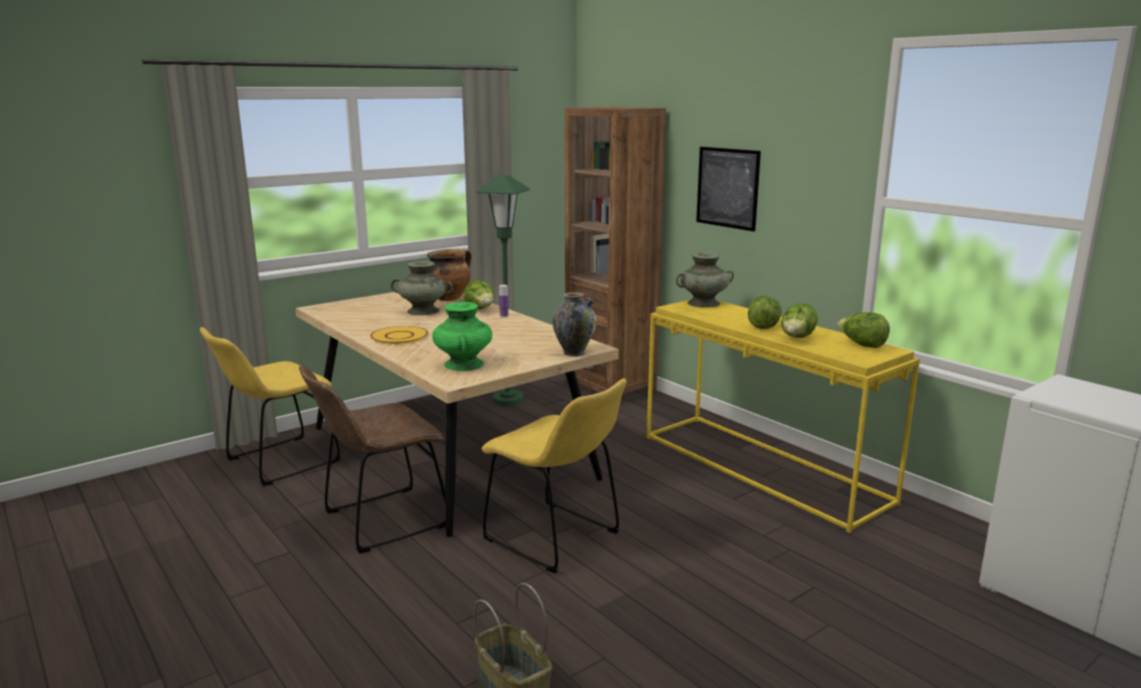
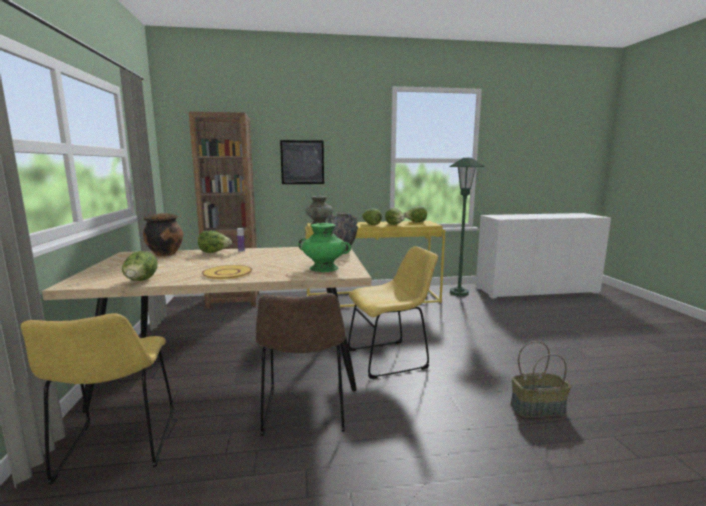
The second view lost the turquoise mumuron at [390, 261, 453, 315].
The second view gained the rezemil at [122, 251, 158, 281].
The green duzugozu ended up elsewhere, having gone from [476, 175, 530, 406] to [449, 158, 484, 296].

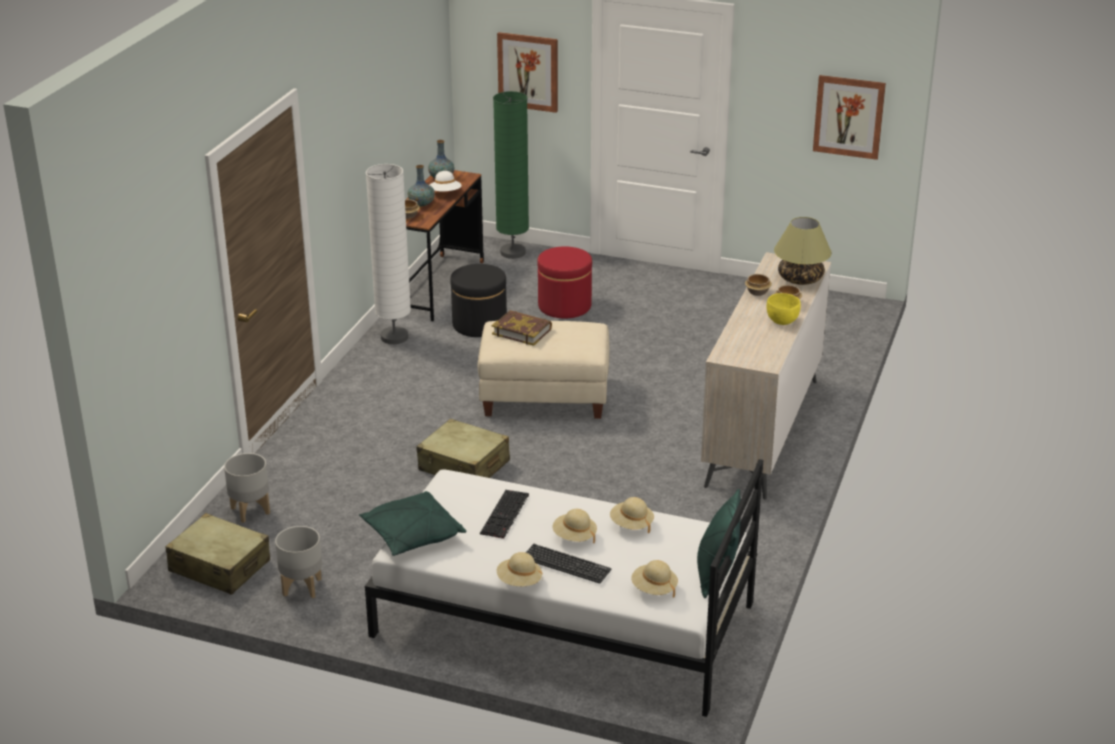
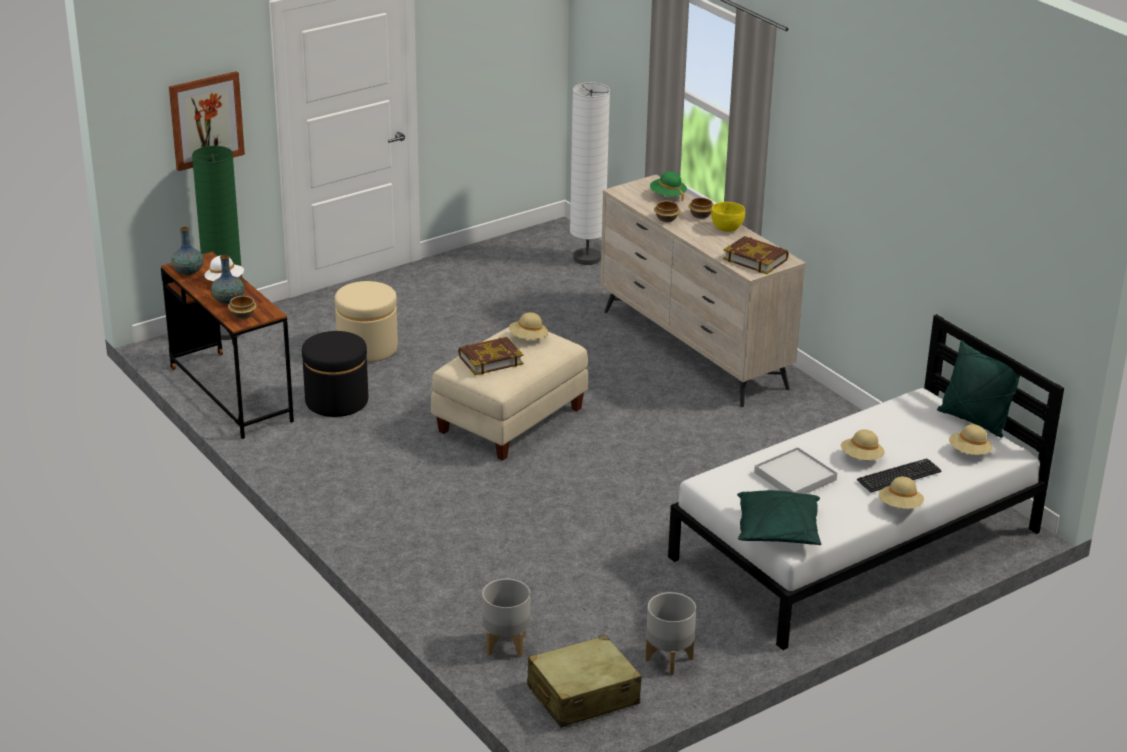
The second view lost the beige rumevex at [416, 419, 510, 478].
The second view lost the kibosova at [813, 75, 886, 160].
The second view gained the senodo at [723, 236, 789, 274].
The white duzugozu ended up elsewhere, having gone from [366, 164, 411, 344] to [570, 82, 610, 265].
The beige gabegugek ended up elsewhere, having gone from [610, 497, 654, 533] to [509, 312, 548, 339].
Where the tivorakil stood at [480, 490, 529, 539], the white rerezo came to stand at [754, 447, 837, 494].
Where the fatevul stood at [774, 217, 832, 285], the green gabegugek came to stand at [650, 171, 687, 201].
What was the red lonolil at [537, 246, 592, 318] turned into the beige lonolil at [335, 281, 398, 363].

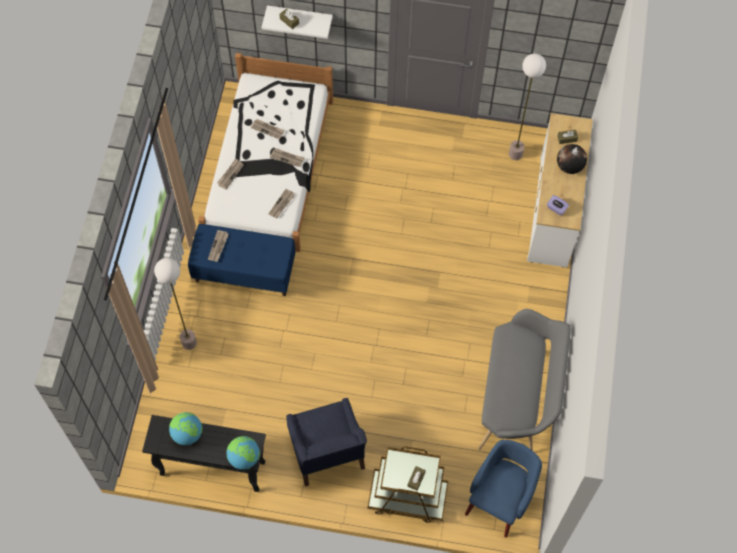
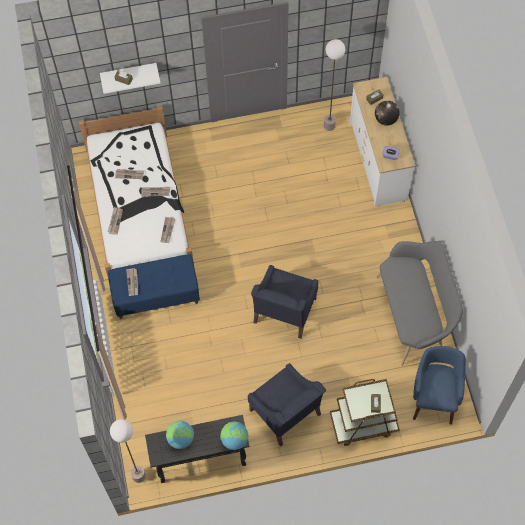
The second view gained the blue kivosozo at [251, 265, 319, 339].
The duzugozu ended up elsewhere, having gone from [154, 258, 197, 350] to [110, 419, 146, 483].

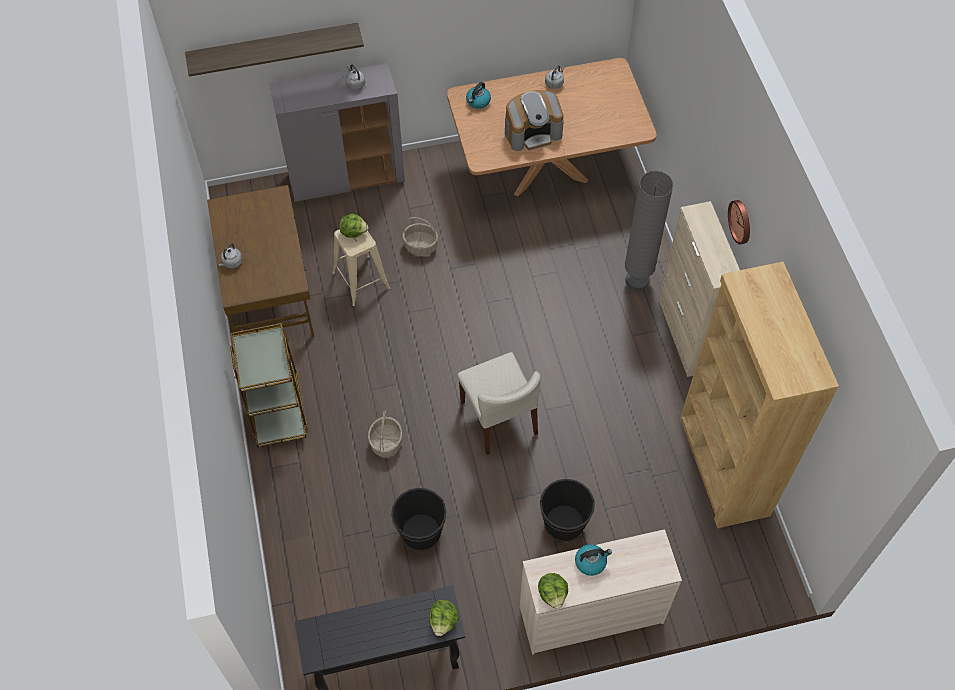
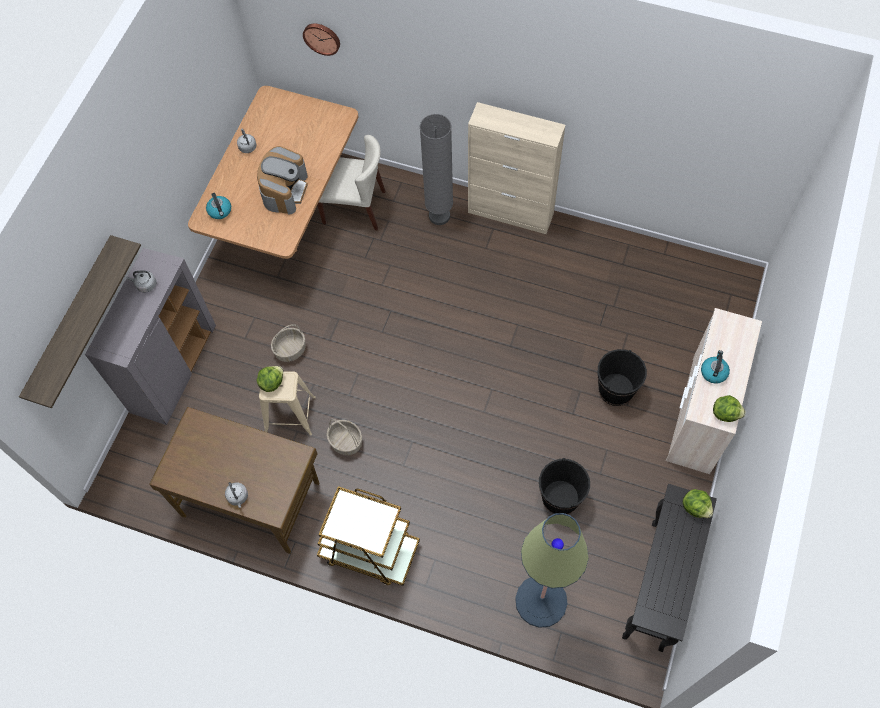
The second view lost the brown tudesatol at [680, 262, 839, 529].
The second view gained the duzugozu at [515, 513, 589, 628].
The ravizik ended up elsewhere, having gone from [368, 410, 402, 457] to [326, 419, 362, 455].
The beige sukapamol ended up elsewhere, having gone from [457, 352, 541, 455] to [317, 135, 385, 230].
The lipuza ended up elsewhere, having gone from [728, 200, 750, 245] to [303, 24, 340, 56].

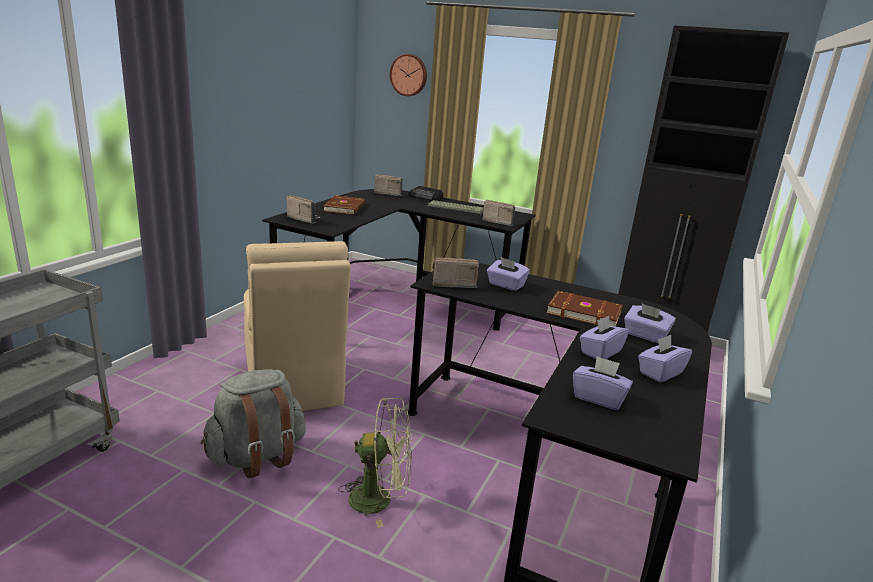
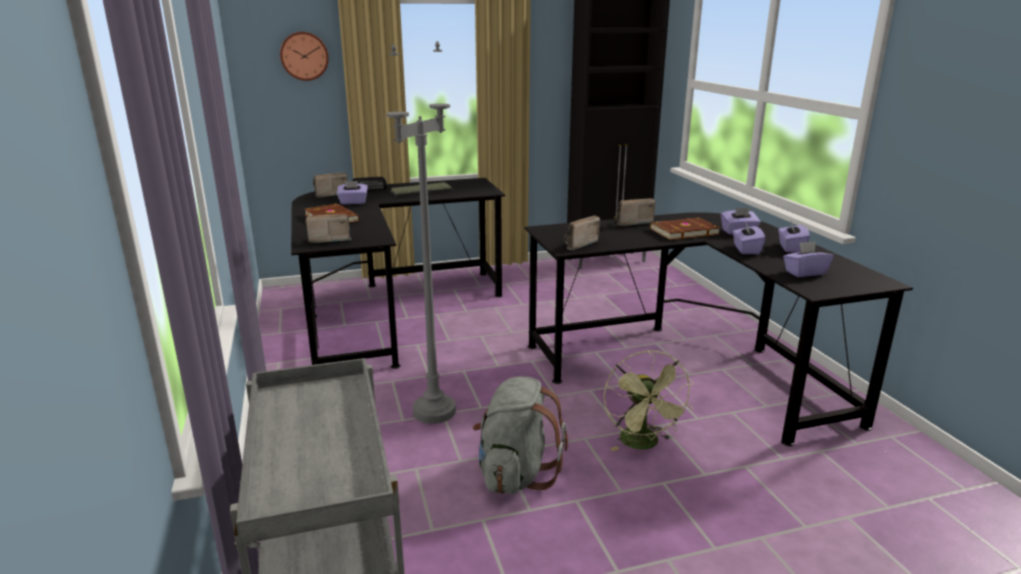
The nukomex ended up elsewhere, having gone from [482, 200, 515, 226] to [616, 198, 656, 226].
The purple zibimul ended up elsewhere, having gone from [487, 257, 530, 291] to [337, 181, 368, 204].
Where the beige sukapamol stood at [244, 241, 351, 411], the grey duzugozu came to stand at [386, 41, 456, 424].
The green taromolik at [338, 398, 412, 528] ended up facing another way, 120 degrees clockwise from before.

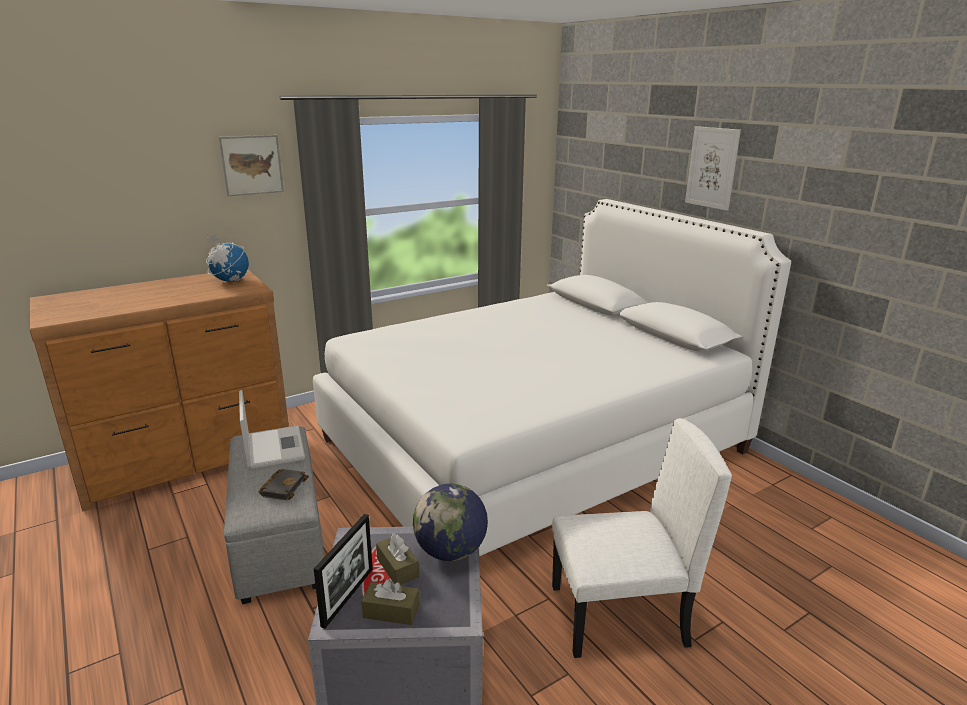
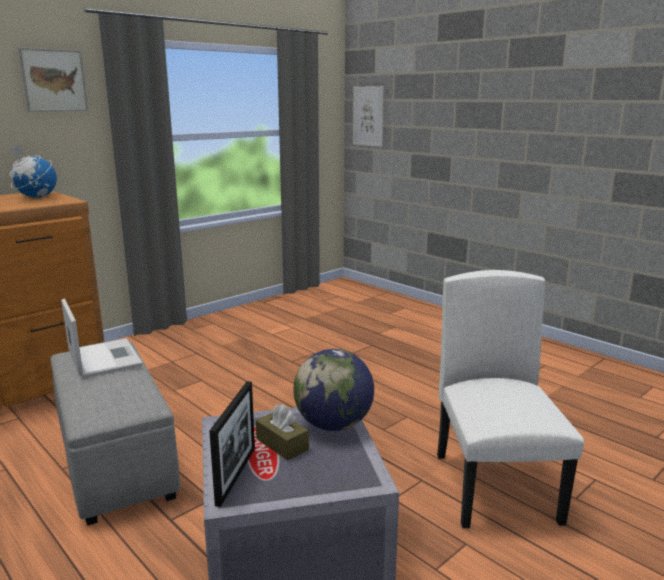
The second view lost the black senodo at [258, 469, 309, 500].
The second view lost the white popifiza at [313, 199, 791, 556].
The second view lost the brown zibimul at [362, 579, 419, 625].
The kibosova ended up elsewhere, having gone from [685, 126, 741, 211] to [353, 86, 384, 147].
The white sukapamol at [552, 418, 732, 658] ended up facing another way, 75 degrees counterclockwise from before.

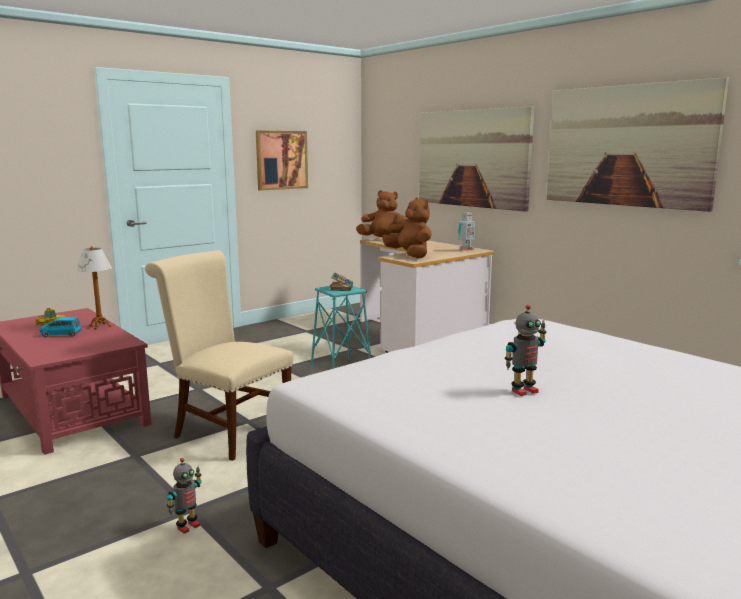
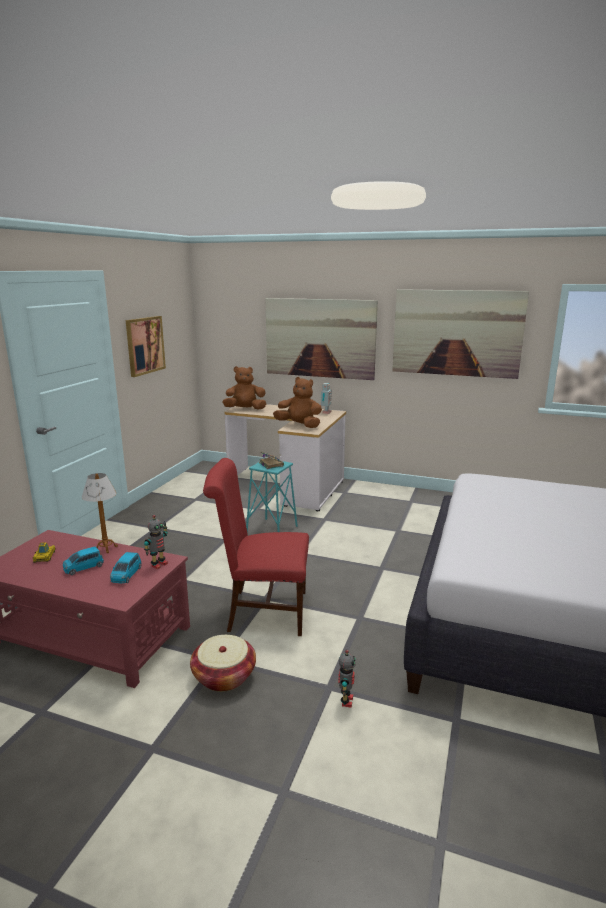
The second view gained the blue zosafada at [110, 552, 141, 584].
The second view gained the ravizik at [190, 635, 256, 692].
The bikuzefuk ended up elsewhere, having gone from [505, 305, 546, 396] to [144, 515, 168, 569].
What was the beige sukapamol at [145, 250, 293, 461] turned into the red sukapamol at [203, 458, 309, 636].

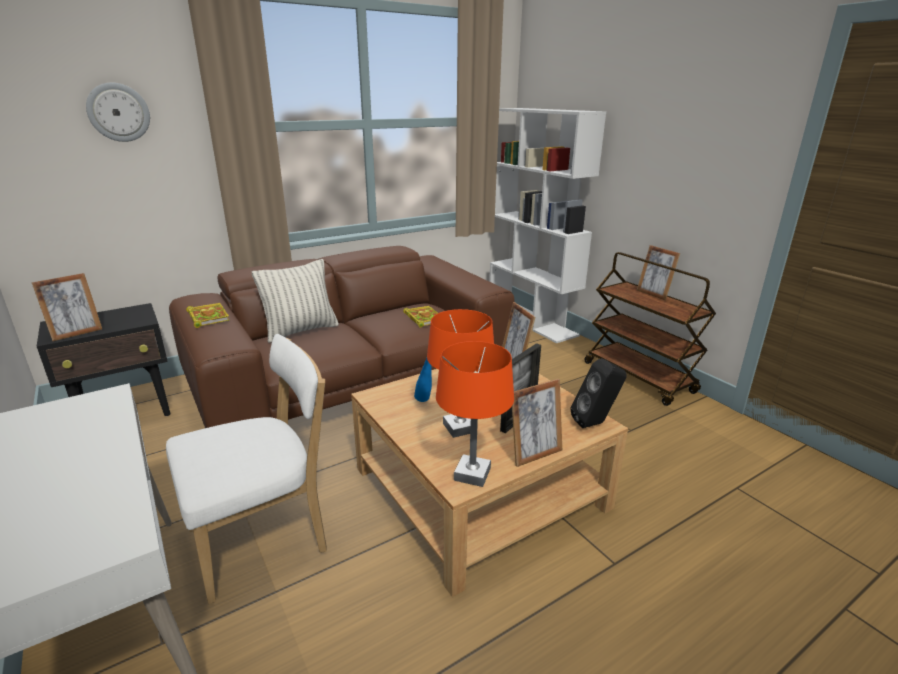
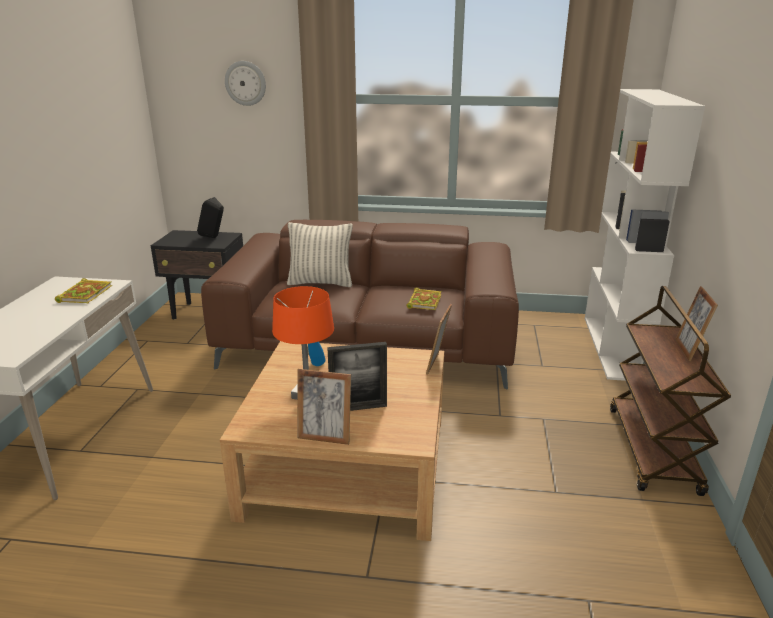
The second view lost the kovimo at [32, 273, 102, 341].
The second view lost the white sukapamol at [166, 334, 327, 604].
The second view lost the orange fatevul at [436, 341, 514, 487].
The senodo ended up elsewhere, having gone from [186, 303, 230, 328] to [55, 278, 112, 303].
The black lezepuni ended up elsewhere, having gone from [571, 358, 627, 428] to [197, 197, 224, 238].

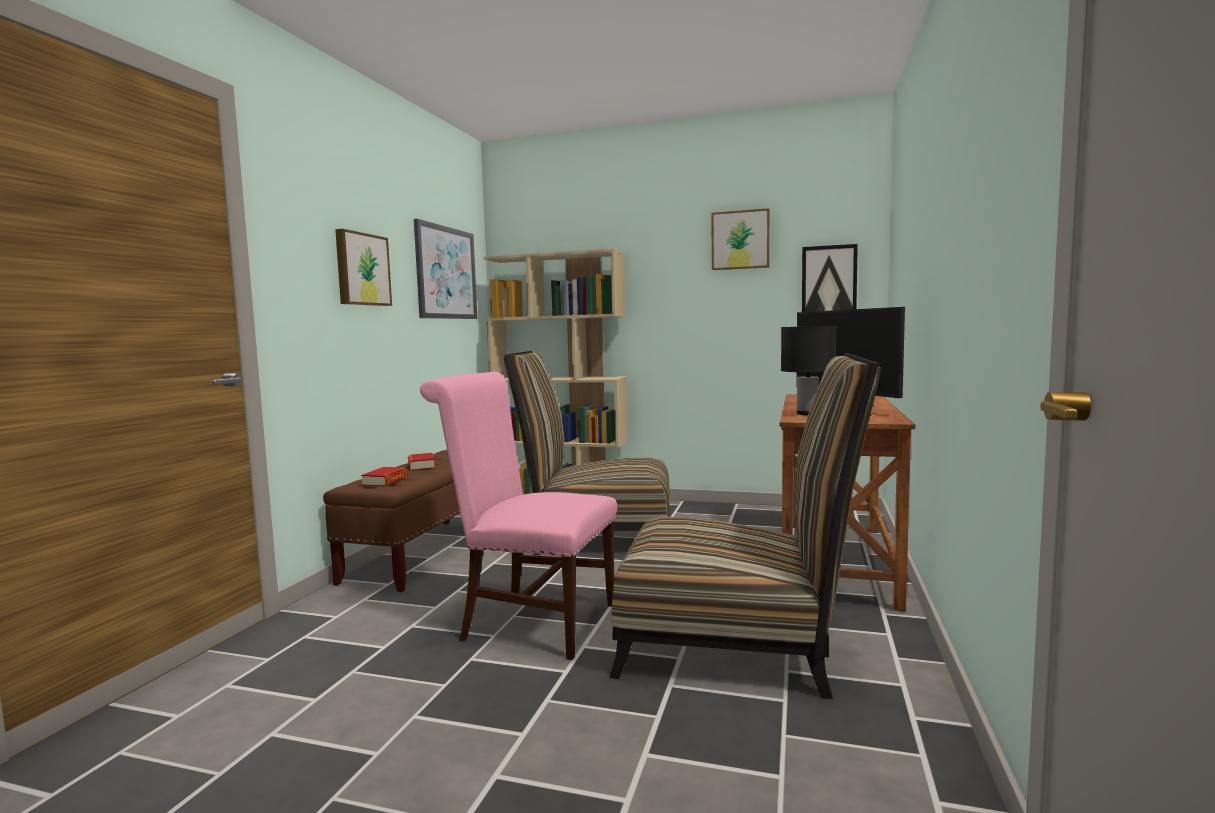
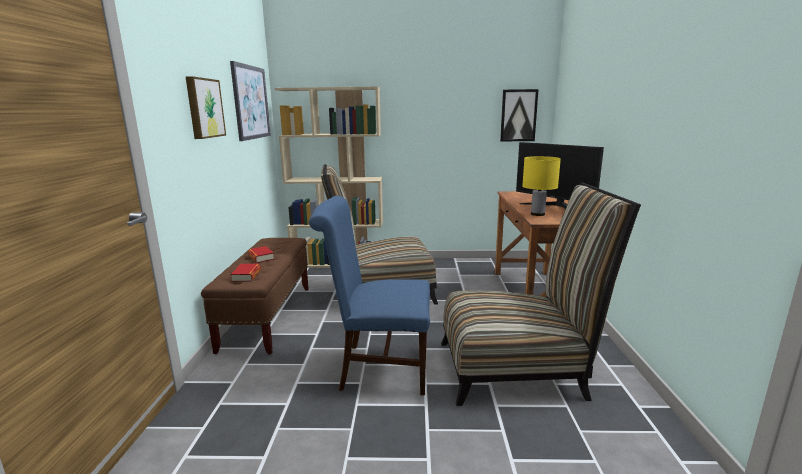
The second view lost the kibosova at [711, 208, 770, 270].
What was the pink sukapamol at [420, 372, 617, 660] turned into the blue sukapamol at [309, 196, 430, 395].
What was the black fatevul at [781, 326, 837, 415] turned into the yellow fatevul at [522, 156, 561, 216].

